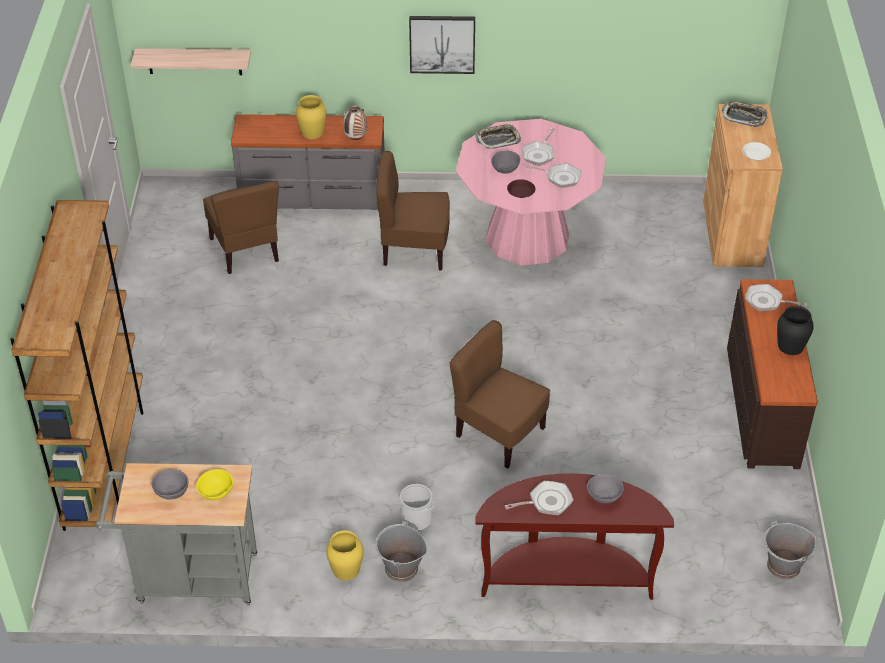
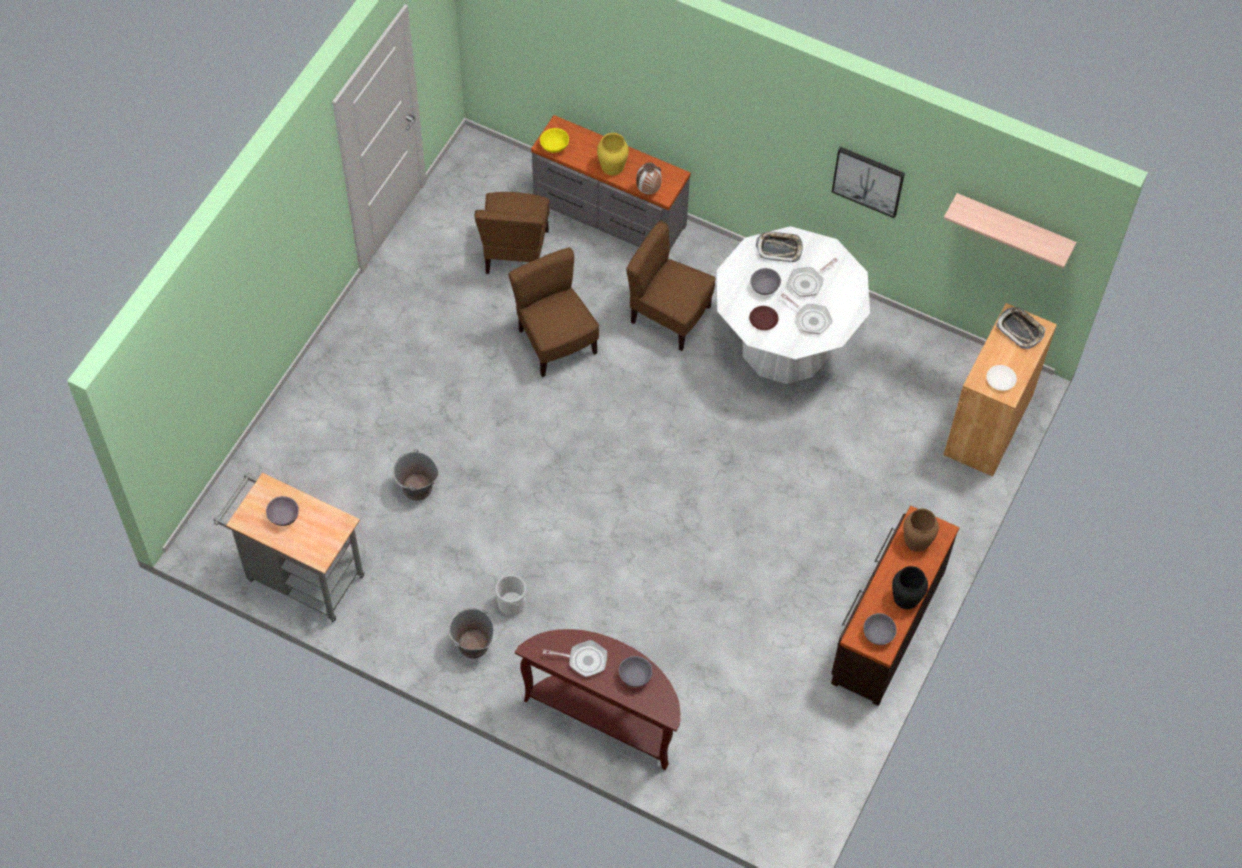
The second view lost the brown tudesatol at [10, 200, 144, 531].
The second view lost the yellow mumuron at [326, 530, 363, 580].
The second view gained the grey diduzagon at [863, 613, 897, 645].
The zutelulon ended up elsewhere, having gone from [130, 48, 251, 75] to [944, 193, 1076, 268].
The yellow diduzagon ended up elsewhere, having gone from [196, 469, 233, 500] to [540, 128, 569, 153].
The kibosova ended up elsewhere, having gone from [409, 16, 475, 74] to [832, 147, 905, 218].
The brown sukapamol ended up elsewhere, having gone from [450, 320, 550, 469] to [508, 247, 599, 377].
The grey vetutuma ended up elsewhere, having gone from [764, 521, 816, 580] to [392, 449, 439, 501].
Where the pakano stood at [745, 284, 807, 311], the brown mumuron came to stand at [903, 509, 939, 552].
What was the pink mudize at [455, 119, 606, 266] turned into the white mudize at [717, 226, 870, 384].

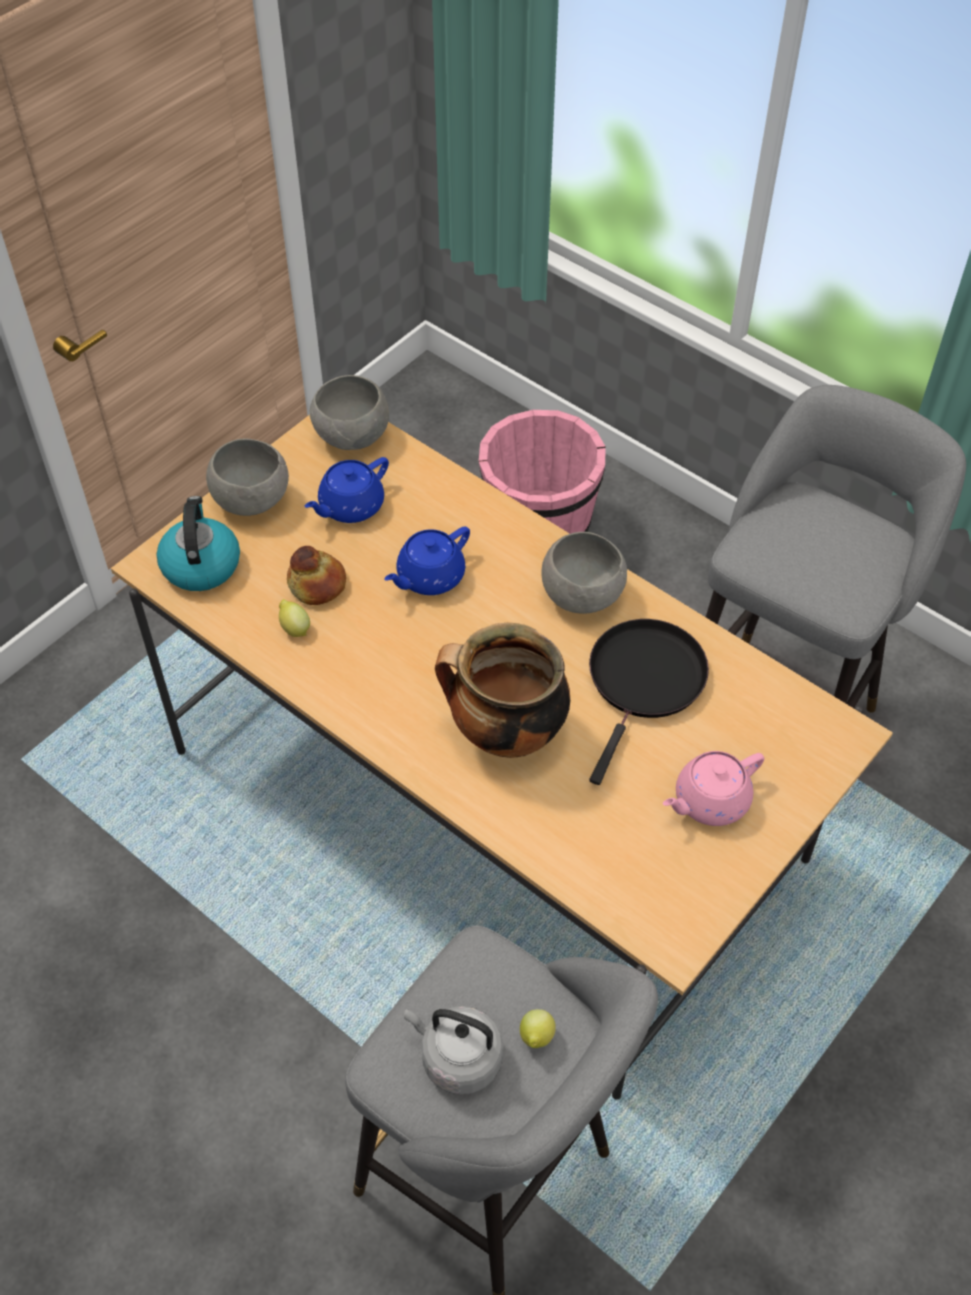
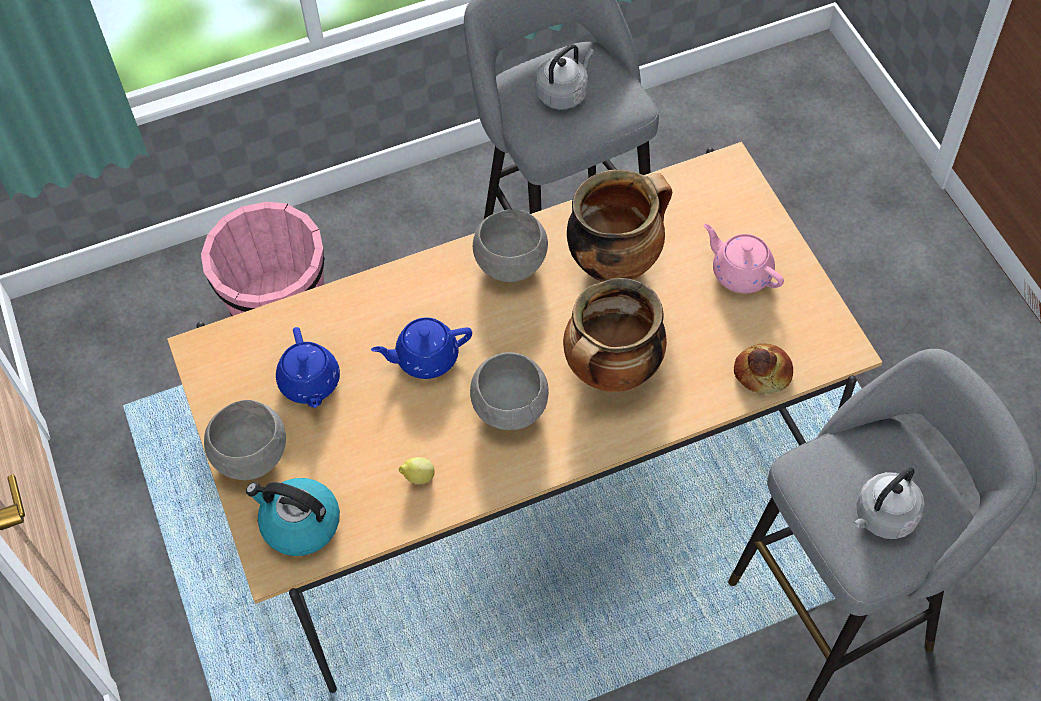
The second view lost the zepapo at [520, 1009, 556, 1048].
The second view gained the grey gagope at [535, 44, 594, 109].
The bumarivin ended up elsewhere, having gone from [287, 546, 346, 605] to [734, 344, 793, 394].
The grey diduzagon ended up elsewhere, having gone from [310, 375, 389, 450] to [470, 352, 549, 430].
Where the black pakano stood at [589, 619, 709, 785], the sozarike came to stand at [567, 170, 672, 282].
The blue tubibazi at [384, 526, 470, 595] ended up facing another way, 90 degrees clockwise from before.
The pink tubibazi at [663, 751, 764, 826] ended up facing another way, 135 degrees clockwise from before.

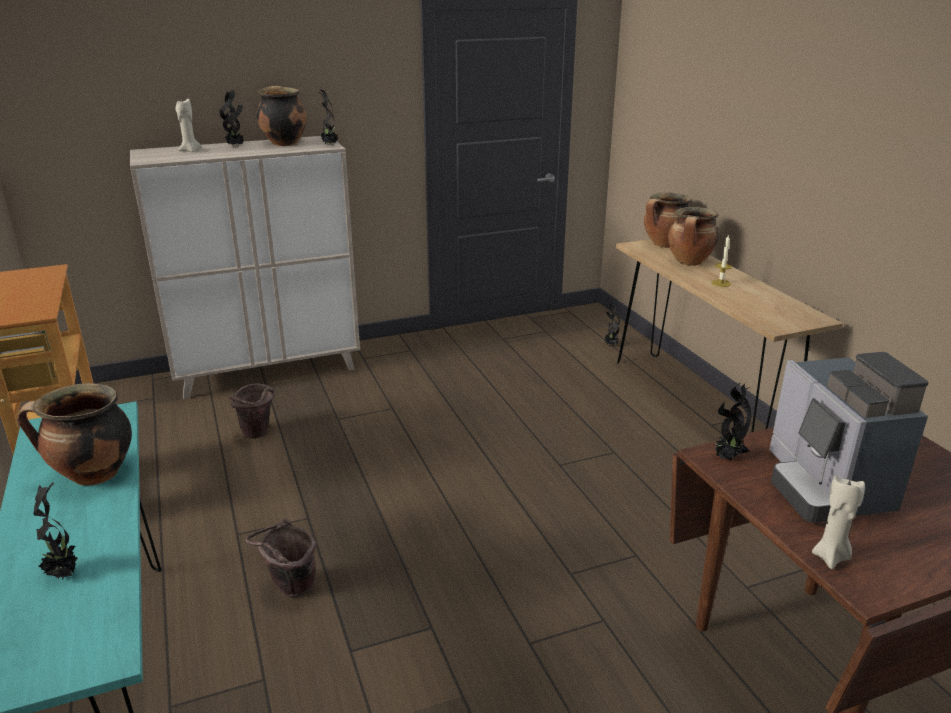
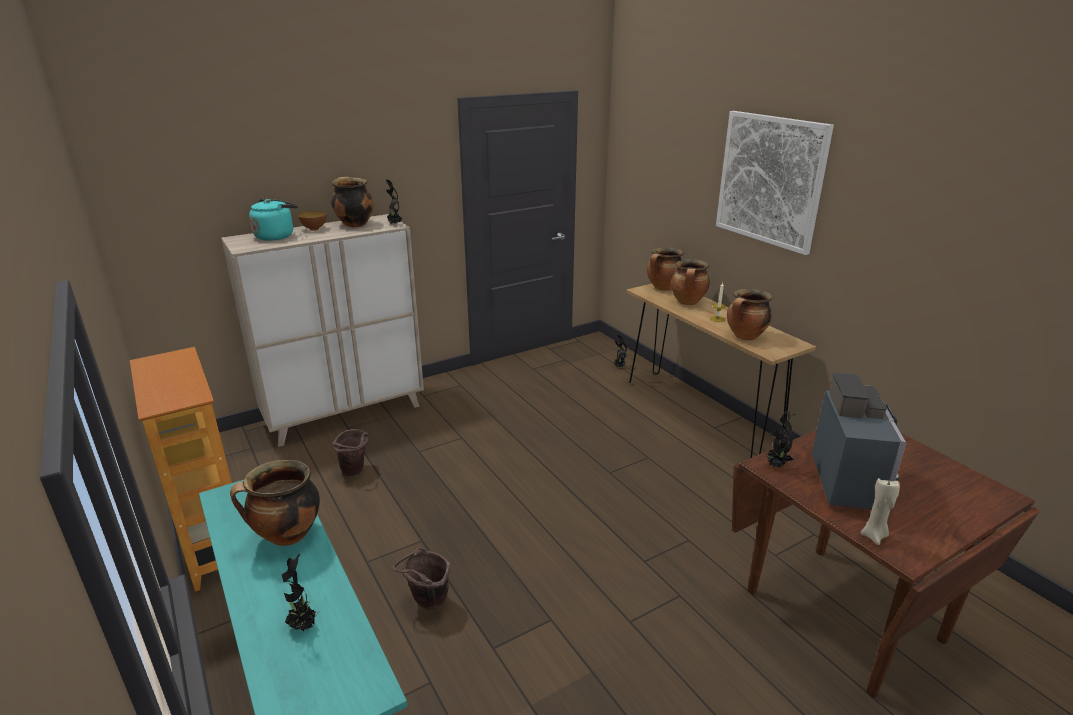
The second view gained the kibosova at [716, 111, 834, 255].
The second view gained the sozarike at [727, 289, 772, 340].
Where the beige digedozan stood at [176, 99, 202, 152], the turquoise gagope came to stand at [249, 199, 298, 241].
Where the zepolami stood at [220, 90, 244, 146], the diduzagon came to stand at [298, 211, 326, 231].
The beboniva at [769, 352, 929, 523] ended up facing another way, 150 degrees counterclockwise from before.

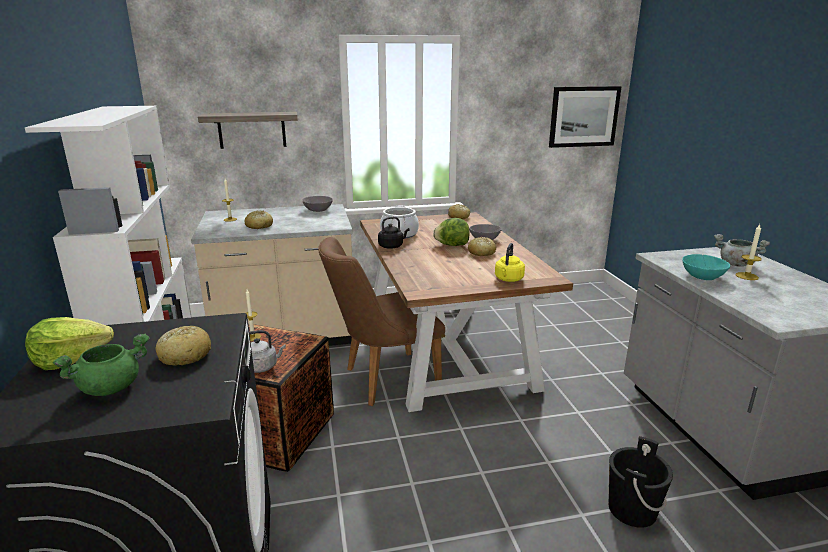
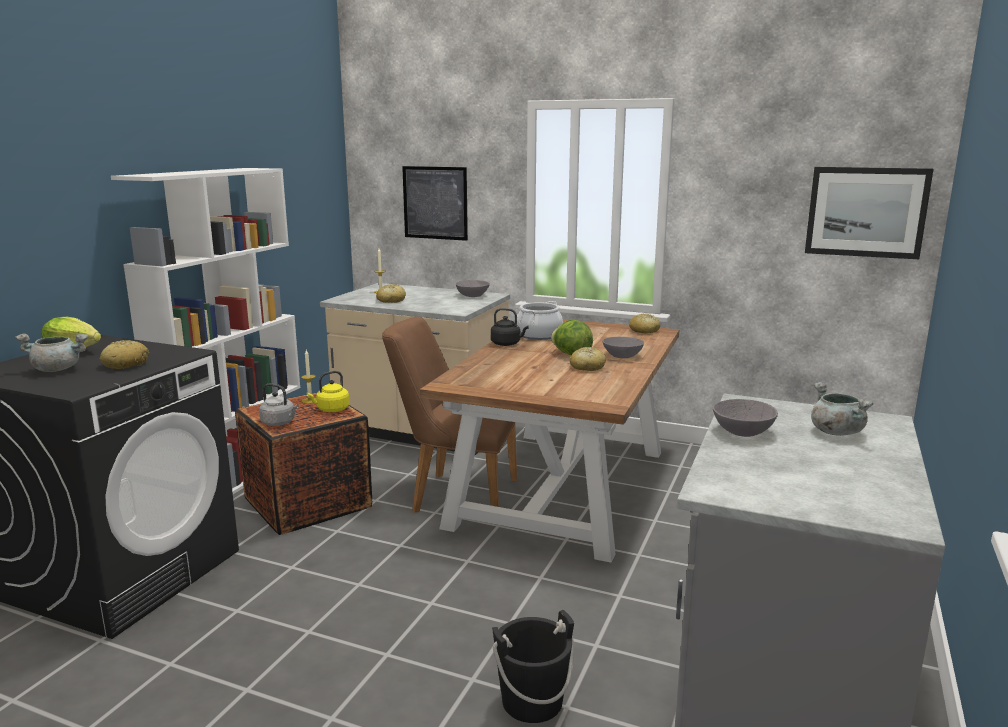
The second view lost the digedozan at [736, 224, 762, 280].
The yellow gagope ended up elsewhere, having gone from [495, 243, 525, 282] to [306, 371, 349, 412].
Where the zutelulon hung at [198, 112, 297, 149], the kibosova came to hang at [402, 166, 468, 241].
What was the green sozarike at [53, 333, 150, 396] turned into the grey sozarike at [15, 333, 88, 372].
What was the turquoise diduzagon at [682, 254, 730, 280] turned into the grey diduzagon at [713, 399, 778, 437].

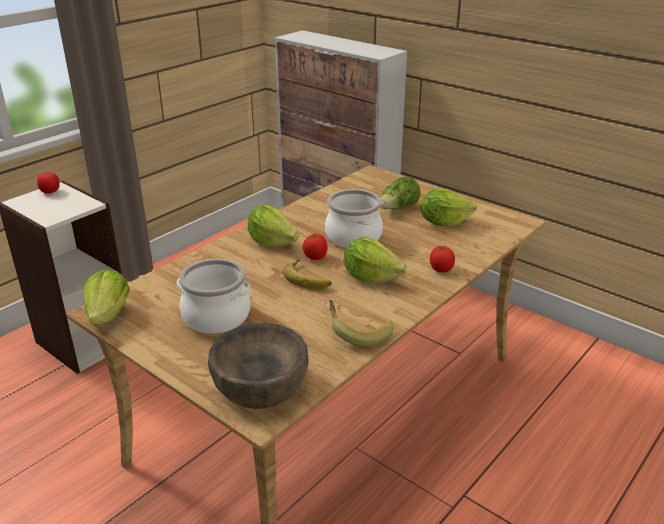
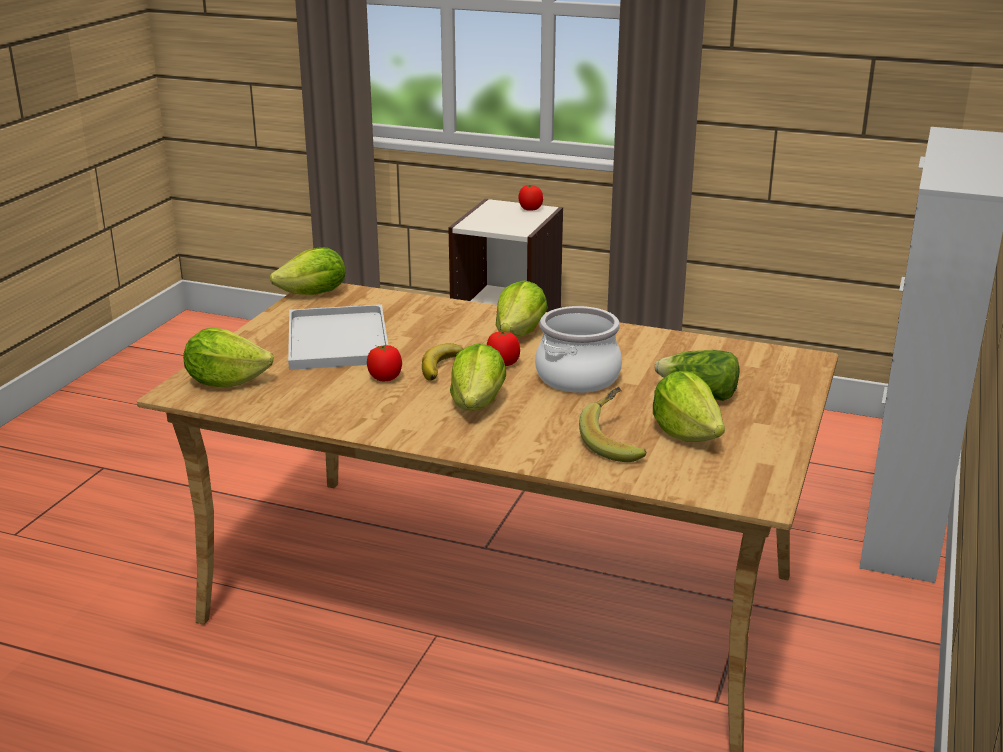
The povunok ended up elsewhere, having gone from [329, 300, 394, 346] to [579, 387, 647, 462].
The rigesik ended up elsewhere, having gone from [430, 246, 455, 272] to [367, 344, 402, 381].
Where the sozarike stood at [177, 259, 251, 334], the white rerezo came to stand at [288, 304, 388, 370].
Where the brown diduzagon stood at [208, 323, 309, 409], the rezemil came to stand at [183, 328, 274, 388].

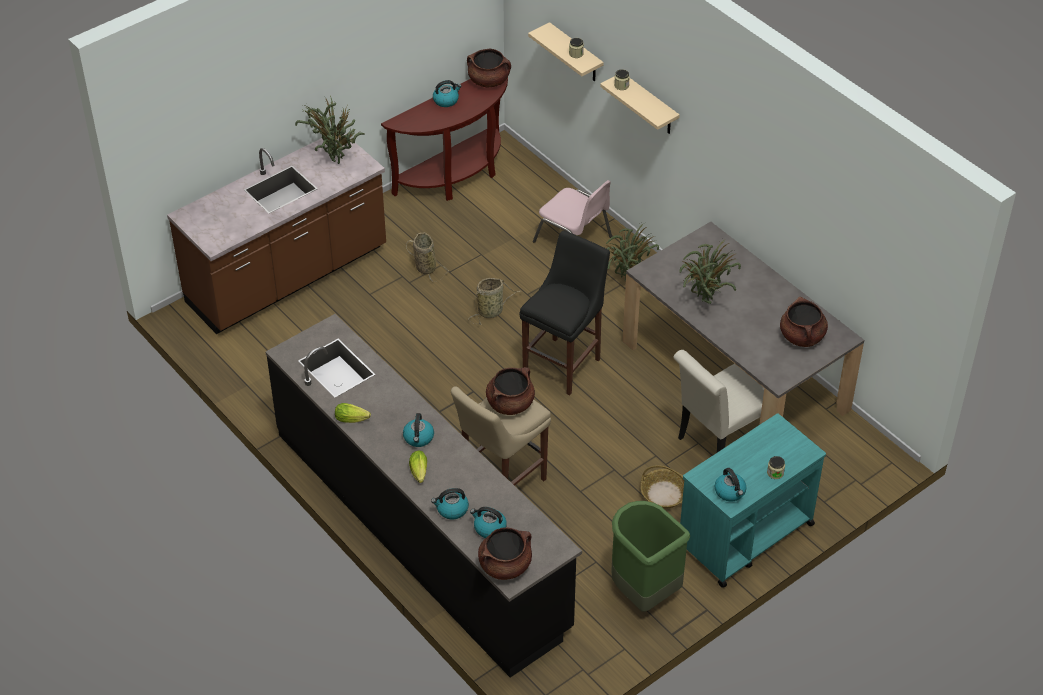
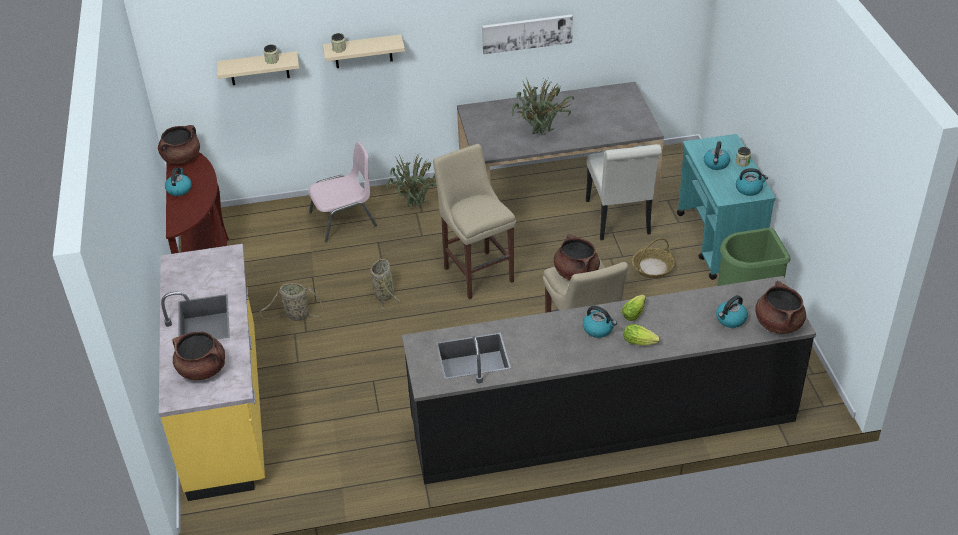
The second view lost the zepolami at [295, 95, 365, 164].
The second view gained the kibosova at [482, 14, 573, 54].
The rezemil ended up elsewhere, having gone from [335, 403, 371, 423] to [622, 295, 646, 321].
The gagope ended up elsewhere, having gone from [431, 488, 469, 520] to [704, 141, 730, 170].
The brown sozarike ended up elsewhere, having gone from [780, 297, 828, 347] to [173, 332, 225, 380].
What was the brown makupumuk at [167, 134, 386, 334] turned into the yellow makupumuk at [159, 244, 265, 501].
What was the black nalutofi at [519, 231, 610, 395] turned into the beige nalutofi at [433, 144, 516, 300].

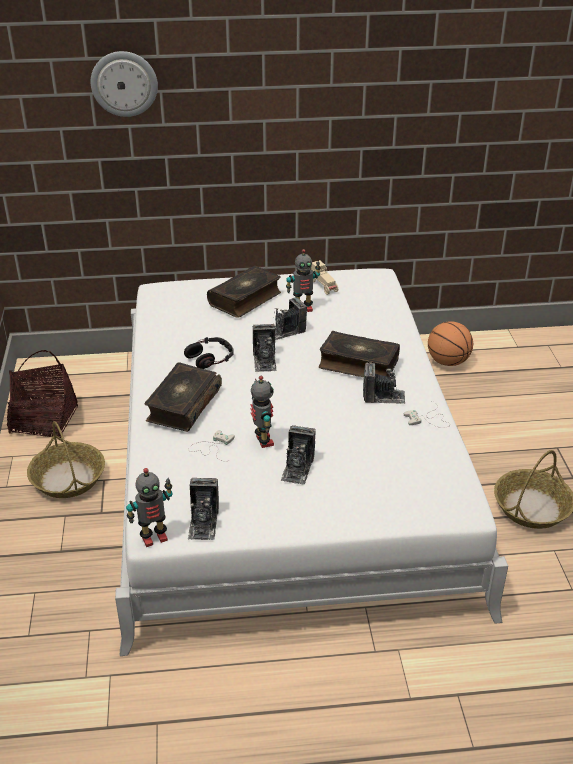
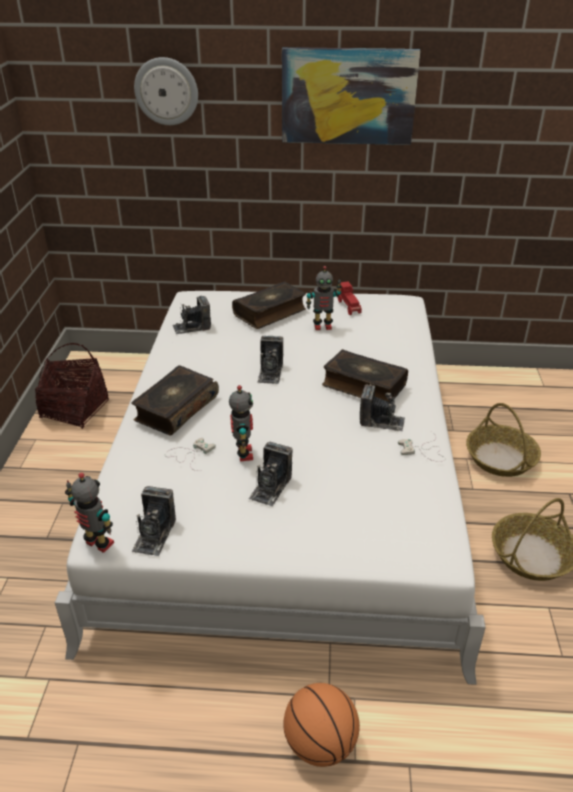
The second view lost the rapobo at [184, 337, 234, 369].
The second view gained the kibosova at [282, 47, 421, 145].
The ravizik ended up elsewhere, having gone from [27, 421, 105, 498] to [466, 403, 541, 477].
The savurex ended up elsewhere, having gone from [273, 297, 307, 340] to [173, 296, 211, 334].
The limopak ended up elsewhere, having gone from [428, 321, 473, 366] to [283, 683, 360, 767].
What was the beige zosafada at [311, 260, 338, 295] turned into the red zosafada at [338, 281, 362, 315].
The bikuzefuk at [126, 468, 173, 547] ended up facing another way, 135 degrees counterclockwise from before.

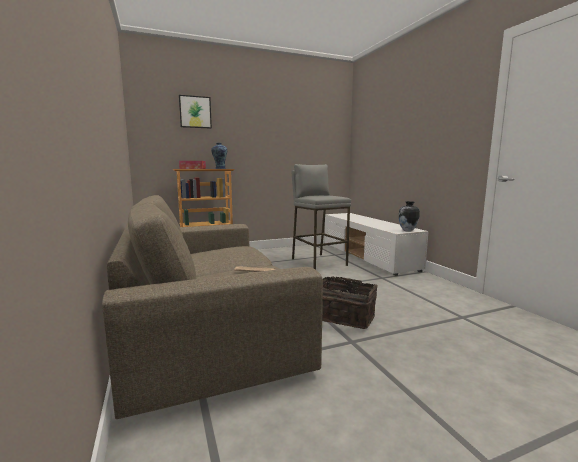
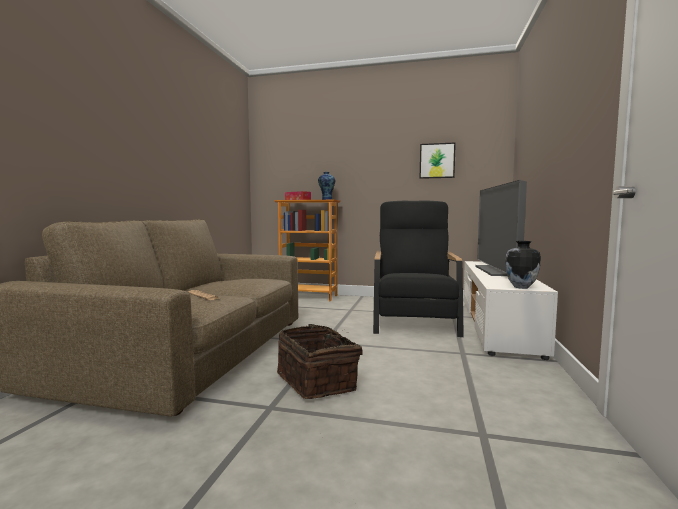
The second view gained the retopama at [475, 180, 527, 276].
The kibosova ended up elsewhere, having gone from [179, 95, 212, 129] to [420, 142, 456, 179].
Where the grey nalutofi stood at [291, 164, 351, 269], the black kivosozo came to stand at [373, 200, 464, 337].

